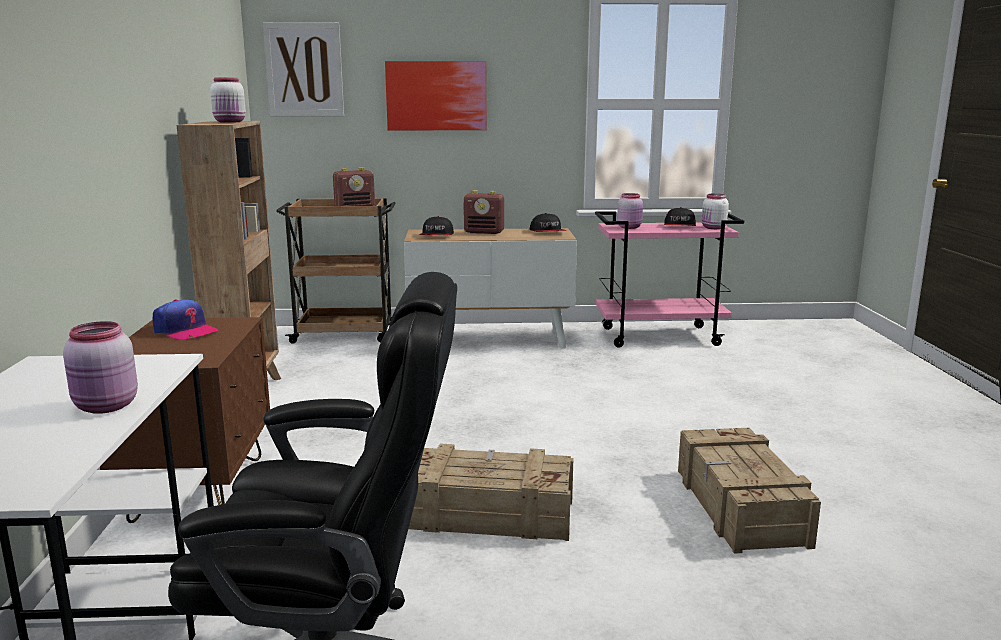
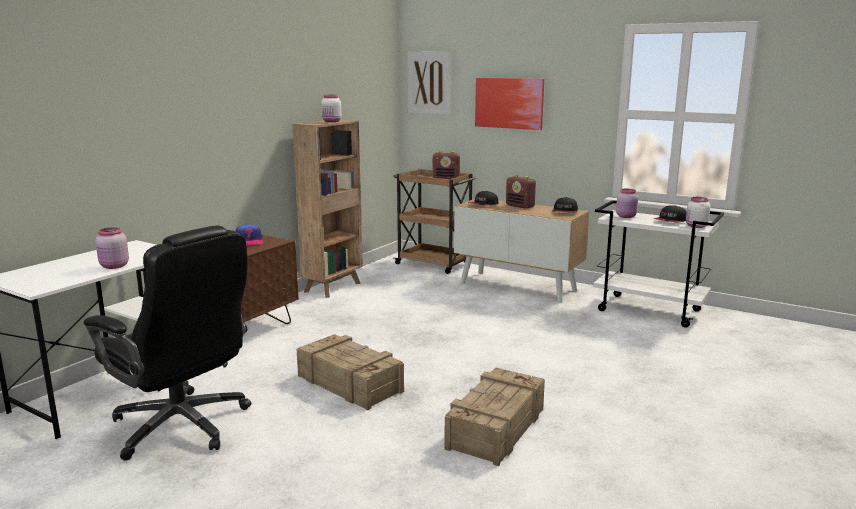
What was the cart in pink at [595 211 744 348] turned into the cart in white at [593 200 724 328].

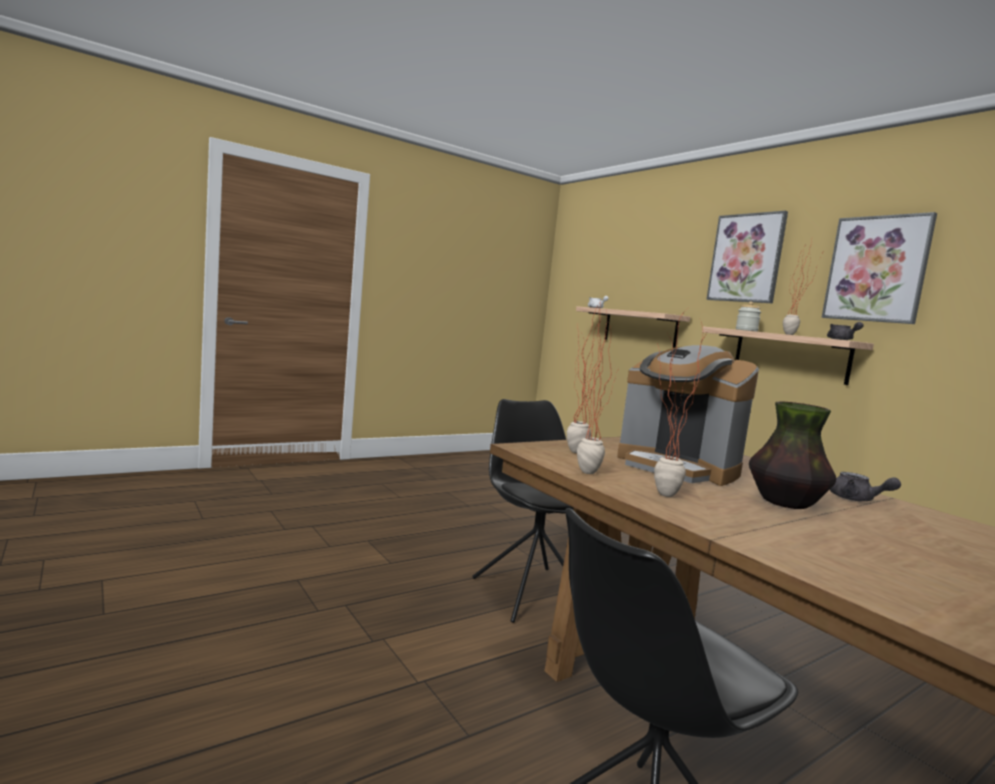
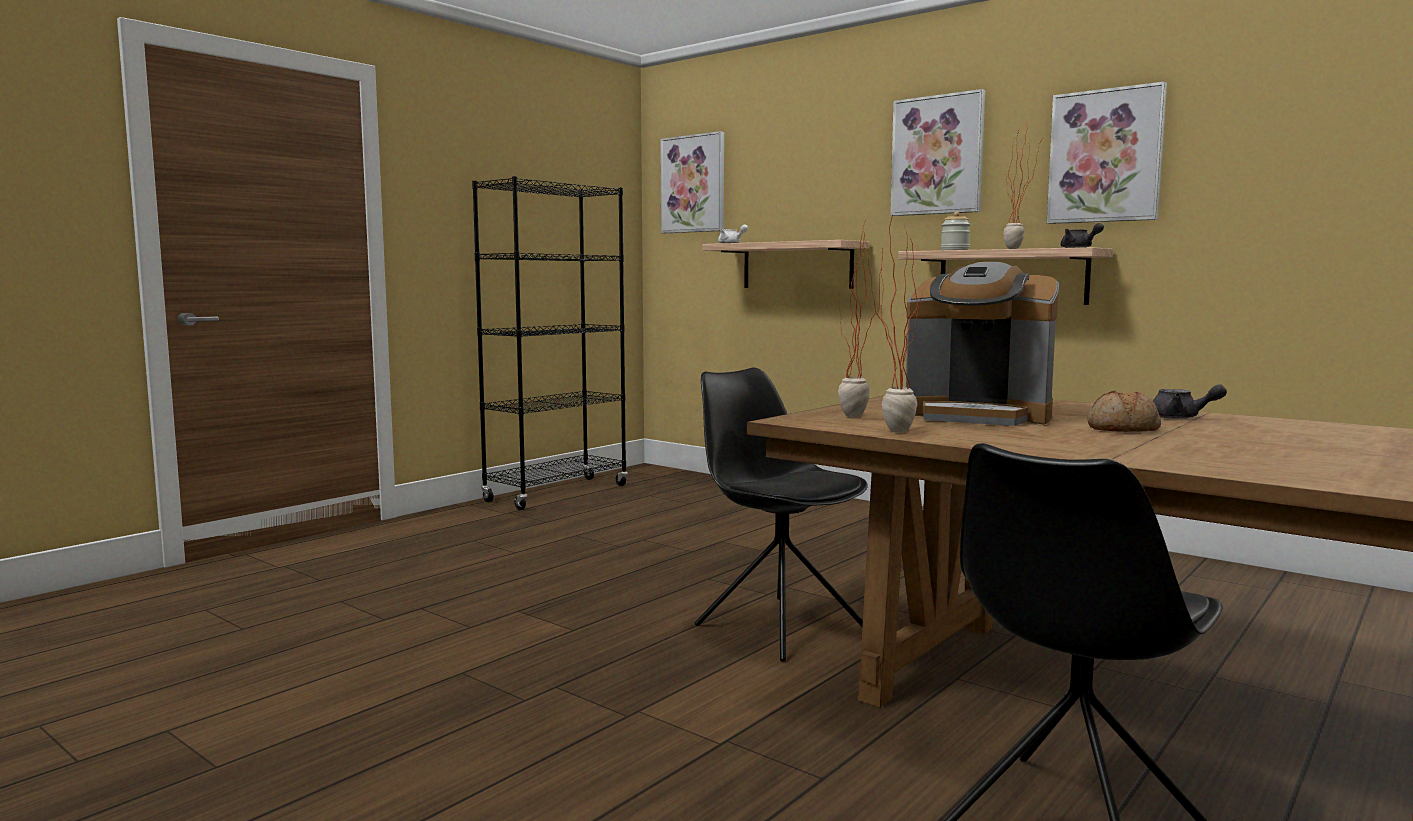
The second view lost the potted plant at [654 309 707 497].
The second view gained the bookcase in black at [472 176 628 510].
The second view gained the picture at [660 131 724 233].
Where the vase stood at [749 401 836 509], the bread came to stand at [1088 391 1161 432].

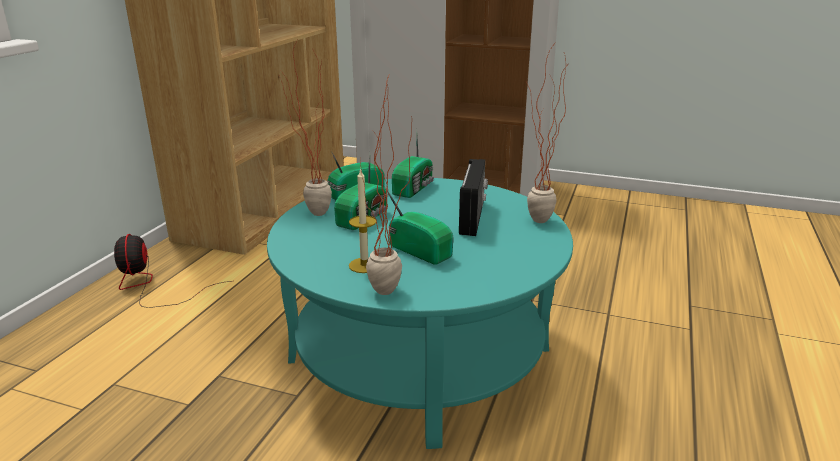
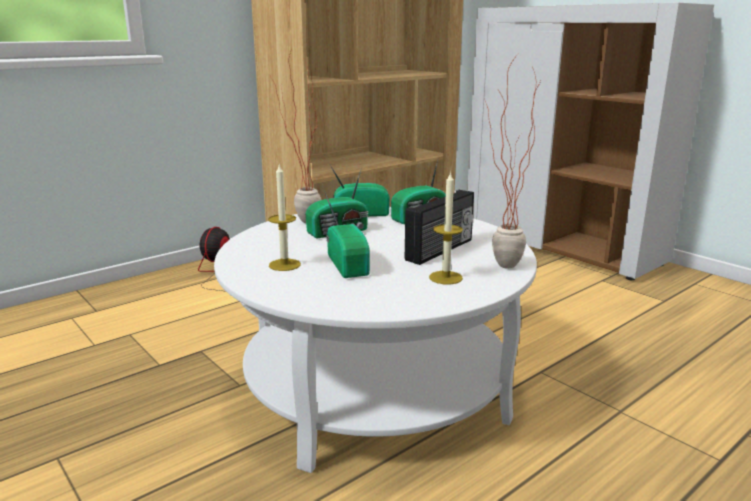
The second view lost the potted plant at [360 75 412 295].
The second view gained the candle at [429 171 463 284].
What was the coffee table in turquoise at [267 178 573 449] turned into the coffee table in white at [214 207 537 473].

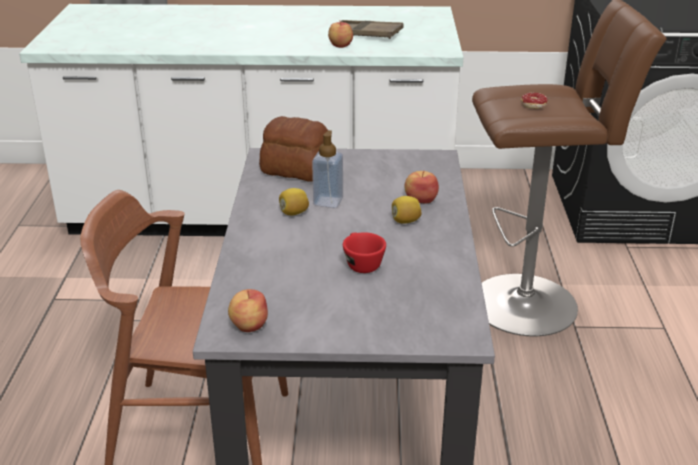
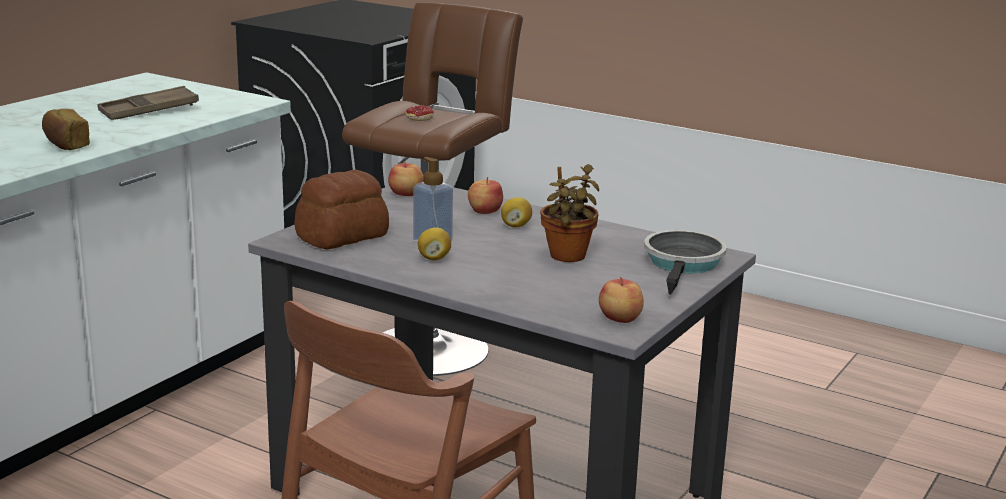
The second view gained the bread at [42 109 90 150].
The second view gained the frying pan at [644 230 727 295].
The apple ended up elsewhere, having gone from [328 20 353 48] to [388 161 424 196].
Where the cup in red stood at [343 232 386 273], the potted plant came to stand at [540 164 599 262].

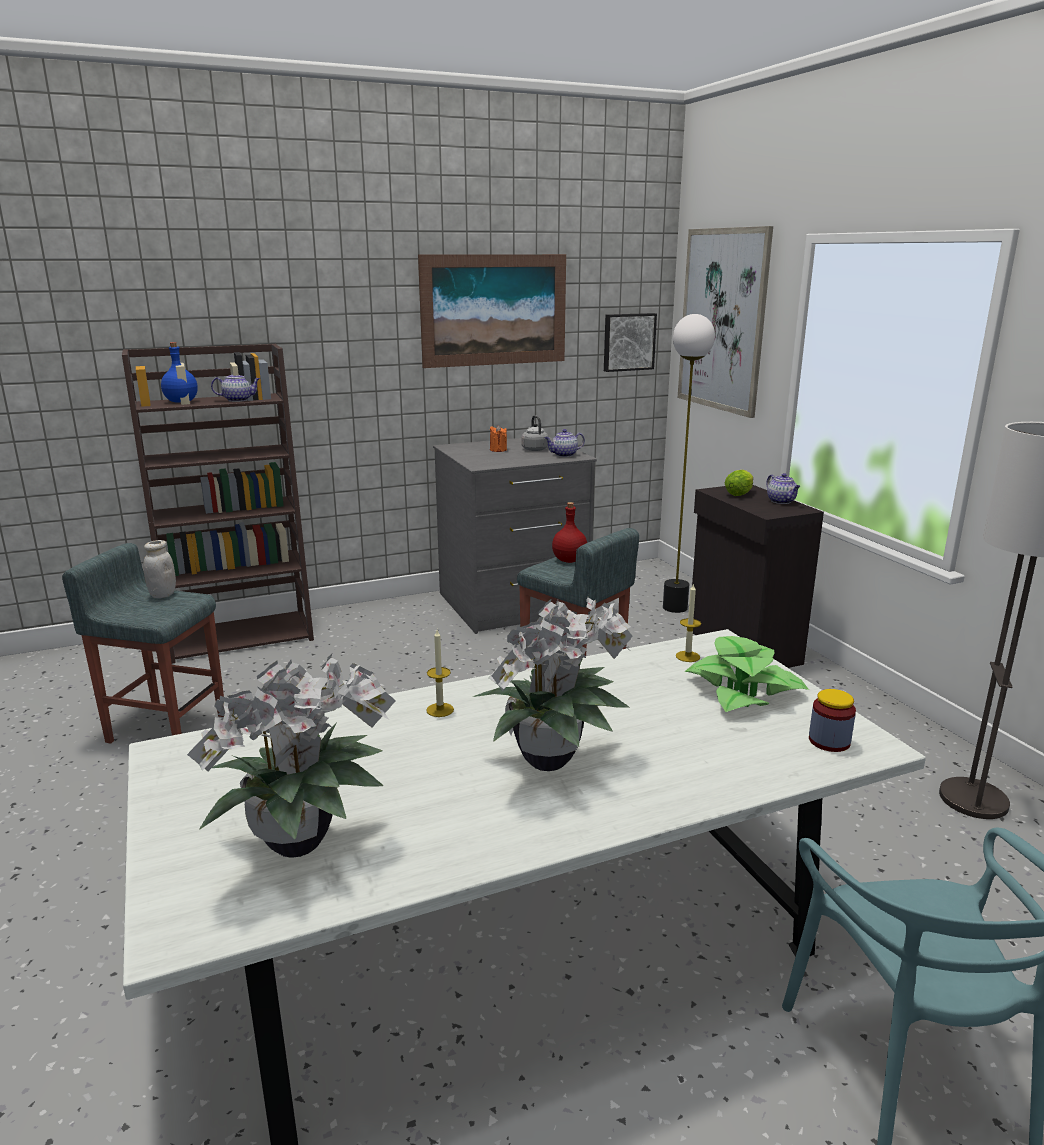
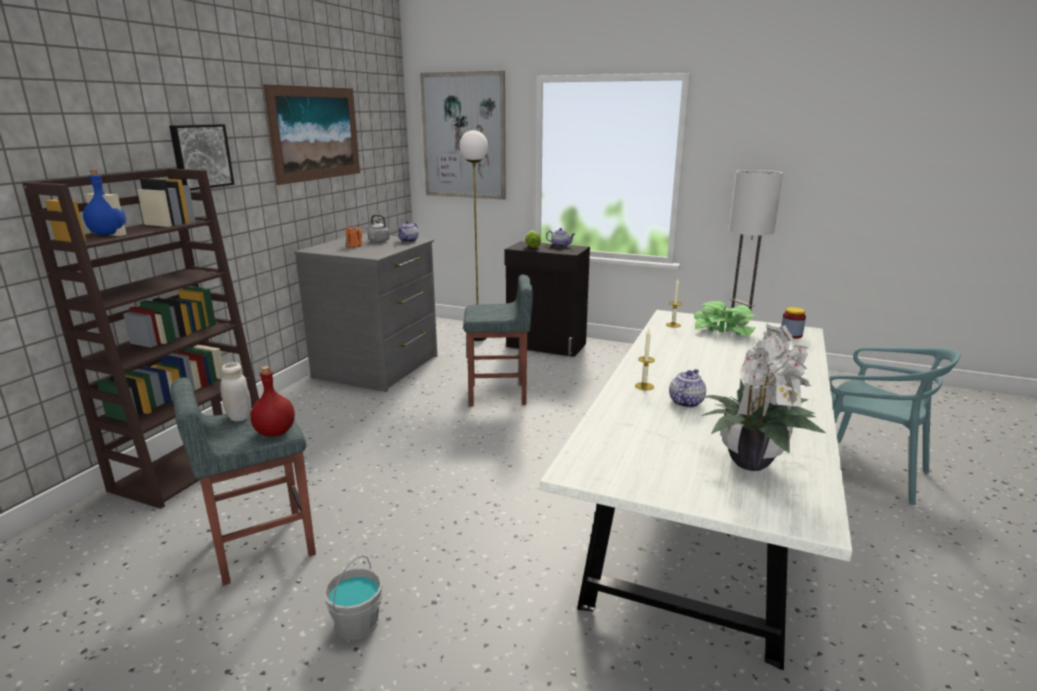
The second view lost the potted plant at [473 595 632 771].
The second view gained the bucket in grey at [323 556 383 640].
The teapot ended up elsewhere, having gone from [211 372 261 402] to [669 369 706 408].
The bottle in red ended up elsewhere, having gone from [552 502 587 563] to [250 366 295 436].
The picture ended up elsewhere, having gone from [604 313 657 372] to [169 124 234 191].

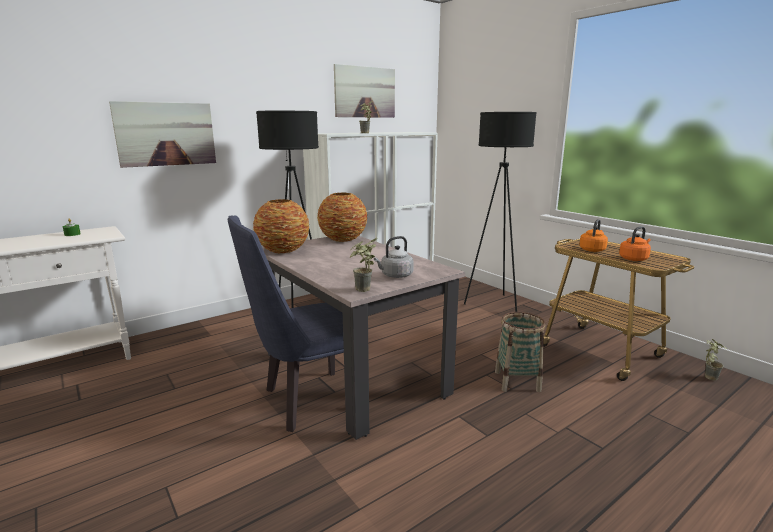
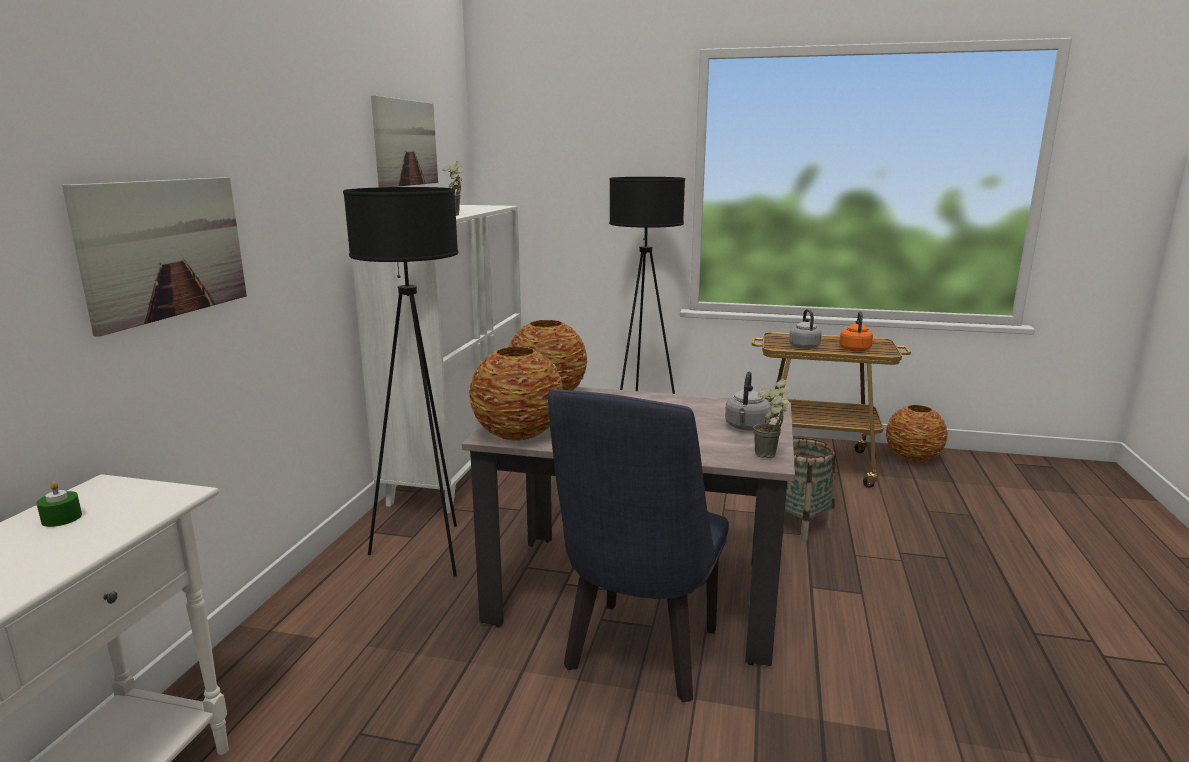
Where the potted plant stood at [705 339 727 380], the vase came to stand at [886 405 948 462].
What was the kettle in orange at [579 219 608 252] turned into the kettle in grey at [789 309 822 349].

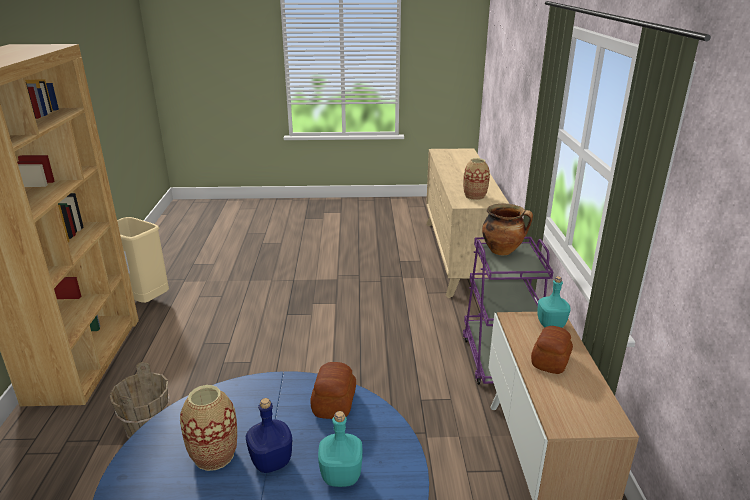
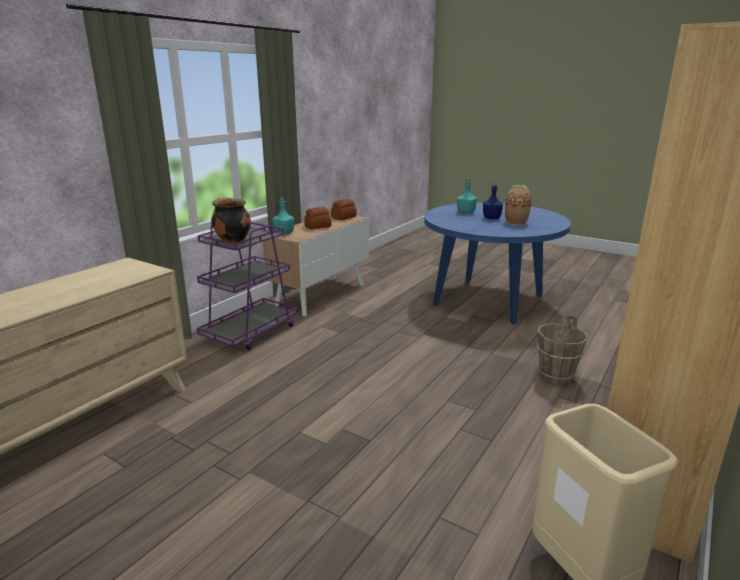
The second view lost the vase at [463 158 490 200].
The bread ended up elsewhere, having gone from [310 362 356 419] to [331 199 357 220].

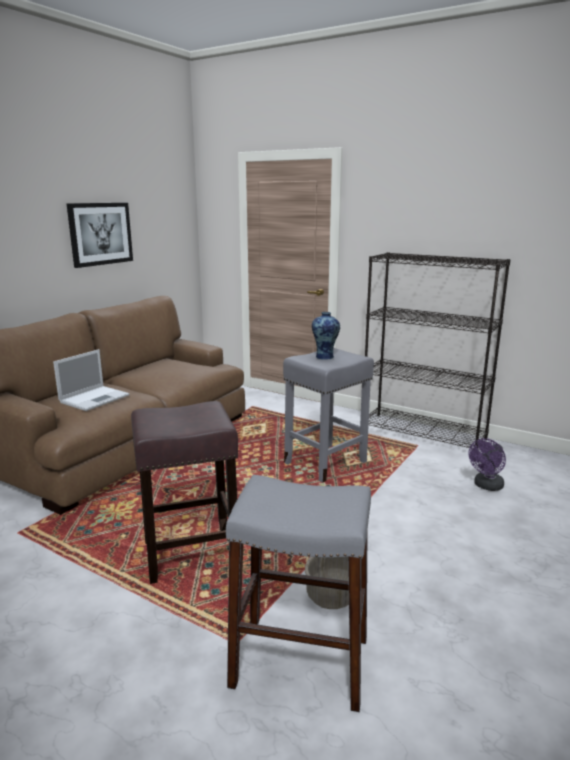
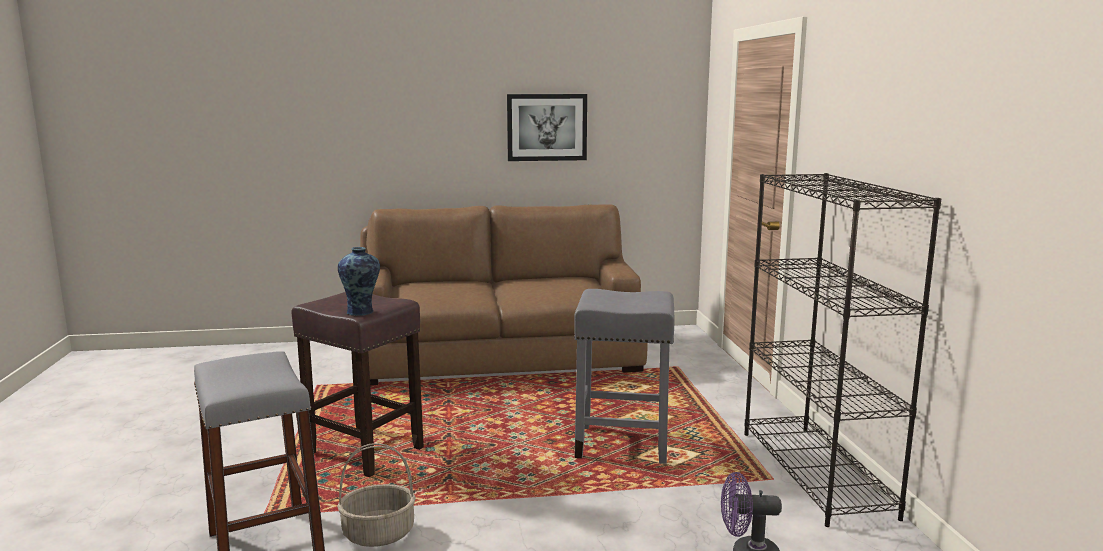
The second view lost the laptop at [53 349 129 411].
The vase ended up elsewhere, having gone from [312 312 340 360] to [338 247 380 316].

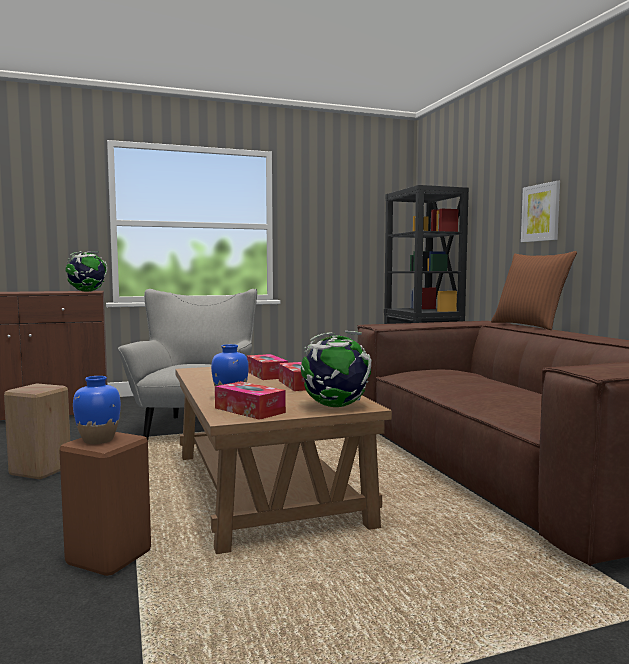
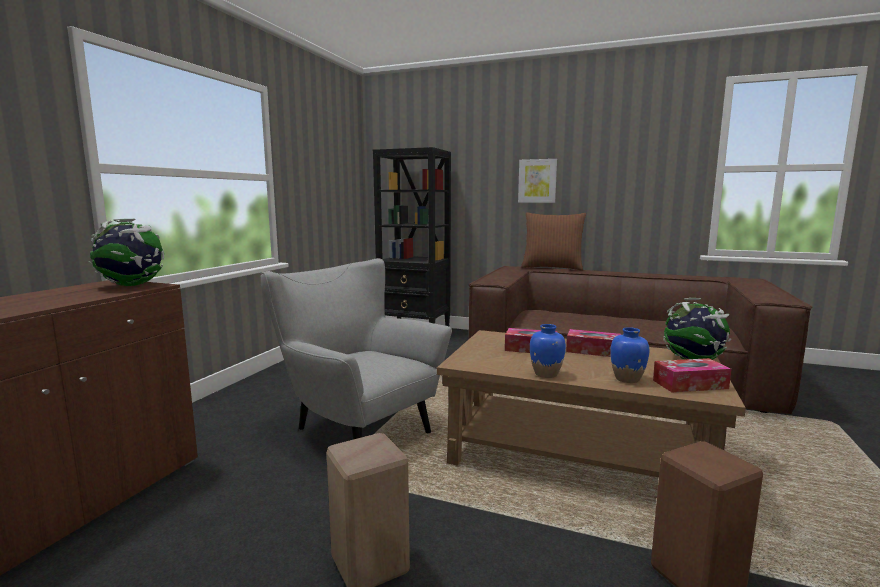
The vase in blue ended up elsewhere, having gone from [73 376 121 444] to [530 324 566 378].

